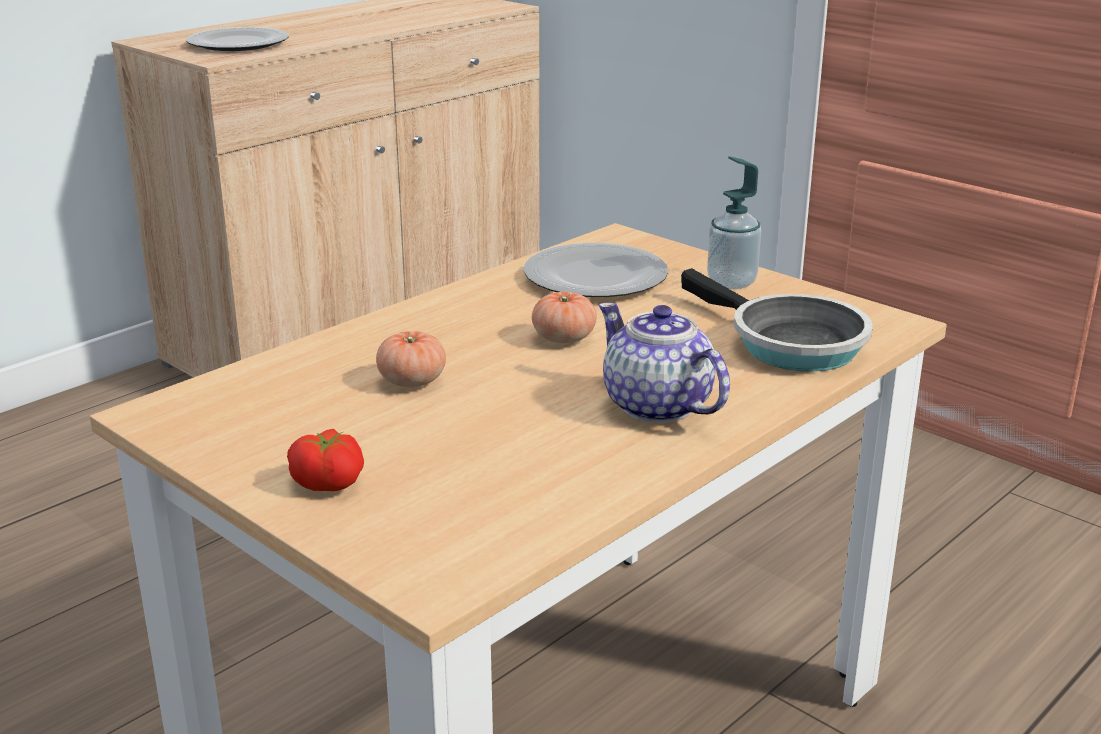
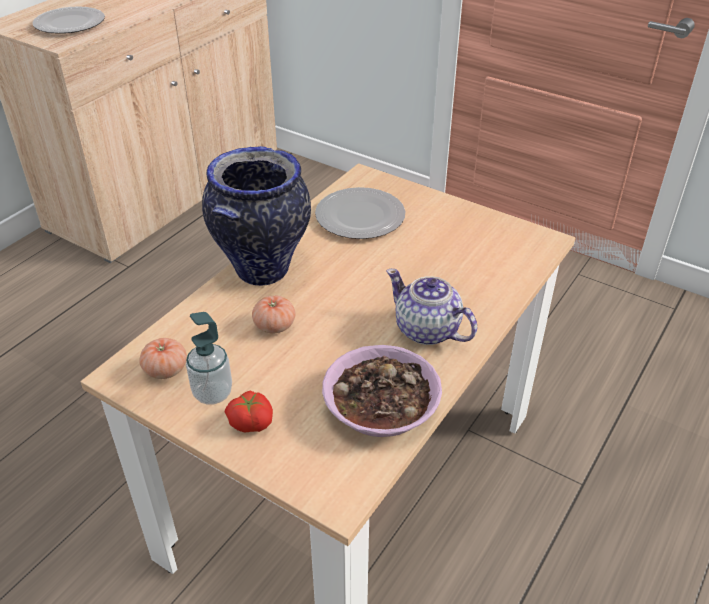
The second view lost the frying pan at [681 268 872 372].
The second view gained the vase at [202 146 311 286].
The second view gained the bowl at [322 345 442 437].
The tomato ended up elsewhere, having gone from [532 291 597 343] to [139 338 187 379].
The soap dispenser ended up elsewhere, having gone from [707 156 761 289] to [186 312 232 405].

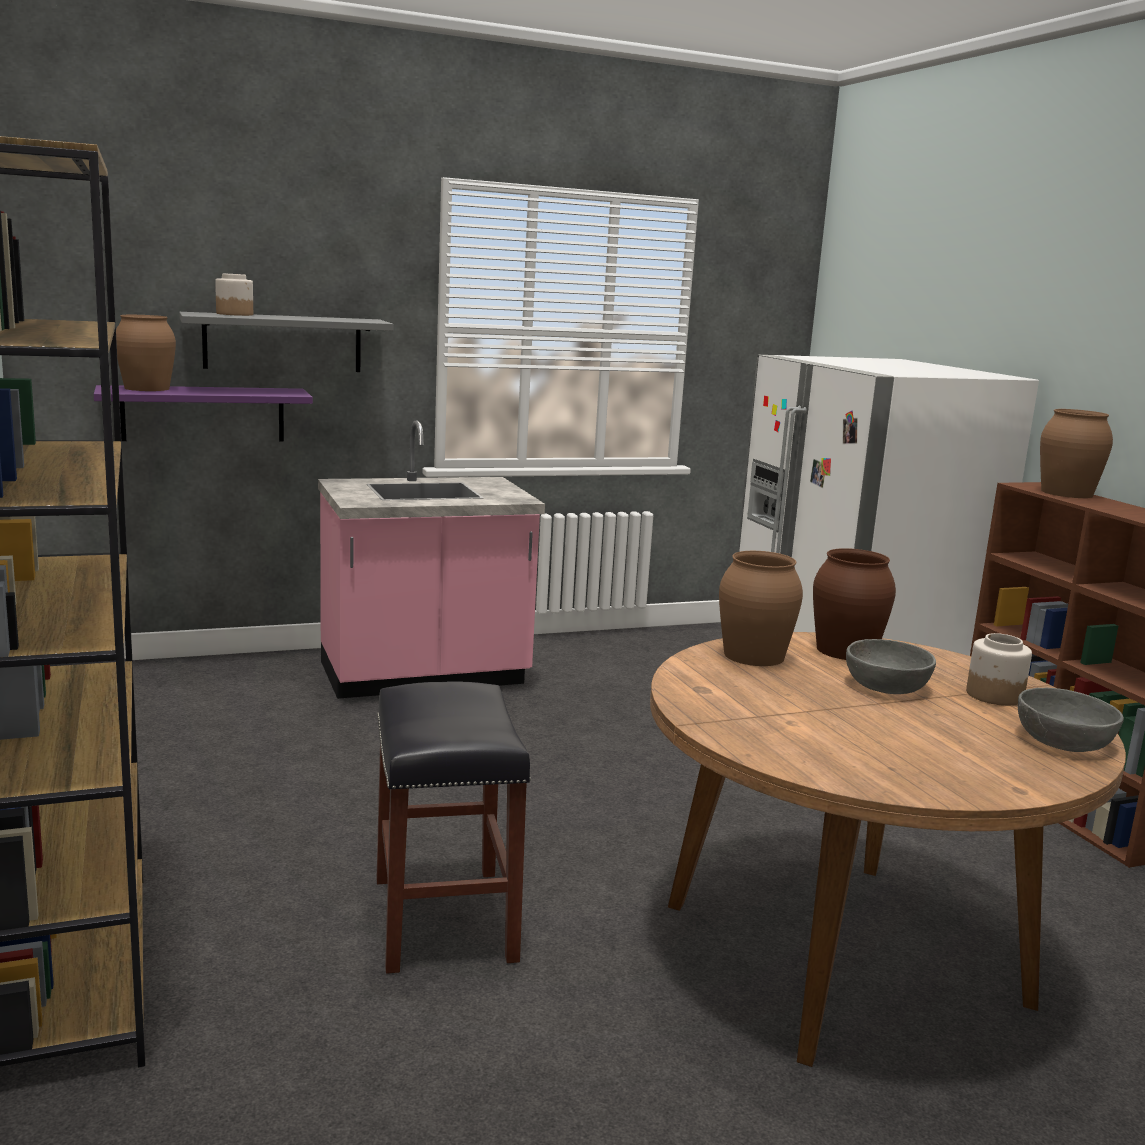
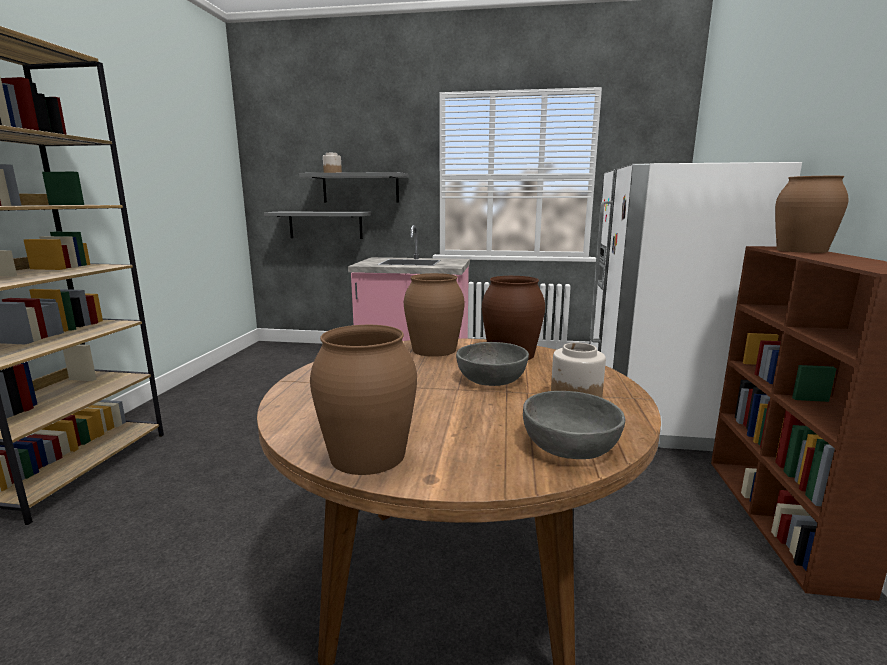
The second view lost the stool in black at [376 681 531 974].
The vase in brown ended up elsewhere, having gone from [116 315 176 391] to [310 325 417 475].
What was the shelf in purple at [94 385 313 441] turned into the shelf in grey at [264 212 371 239].

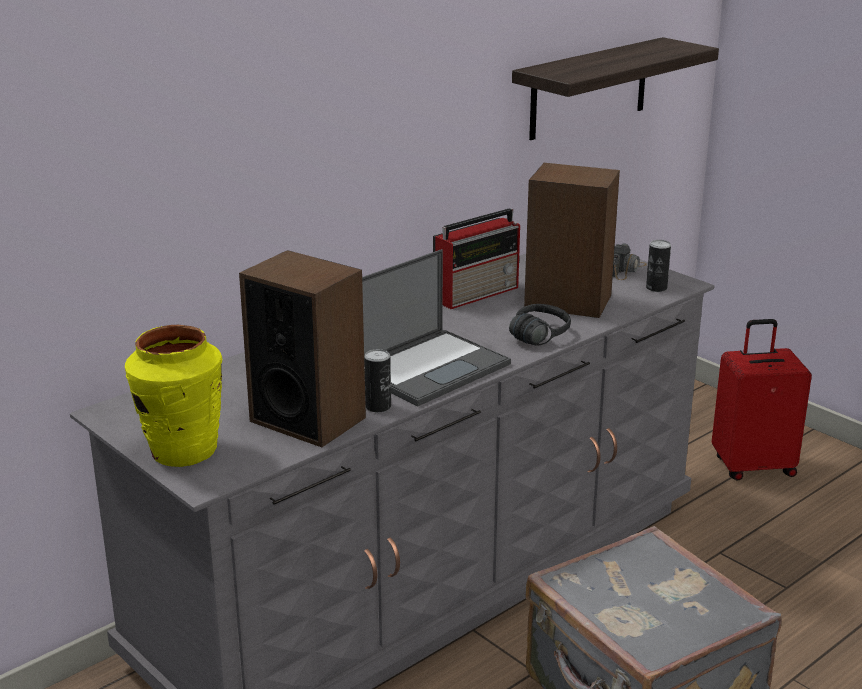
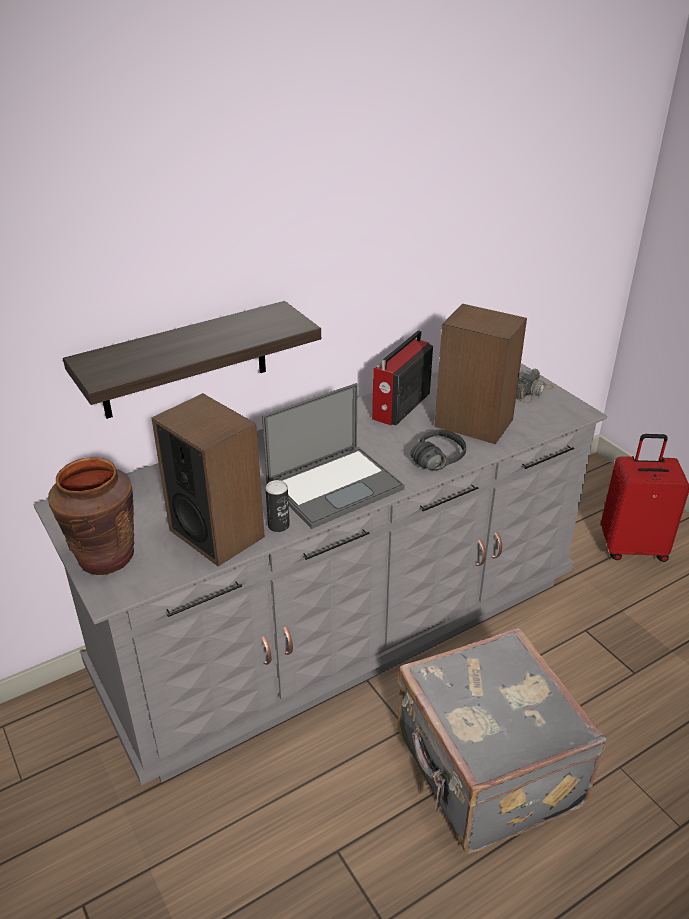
The second view lost the can at [646 240 671 292].
The shelf ended up elsewhere, having gone from [512 37 719 140] to [63 301 321 419].
What was the vase in yellow at [125 325 222 467] turned into the vase in brown at [48 457 134 575].
The radio at [433 208 520 309] ended up facing another way, 150 degrees clockwise from before.

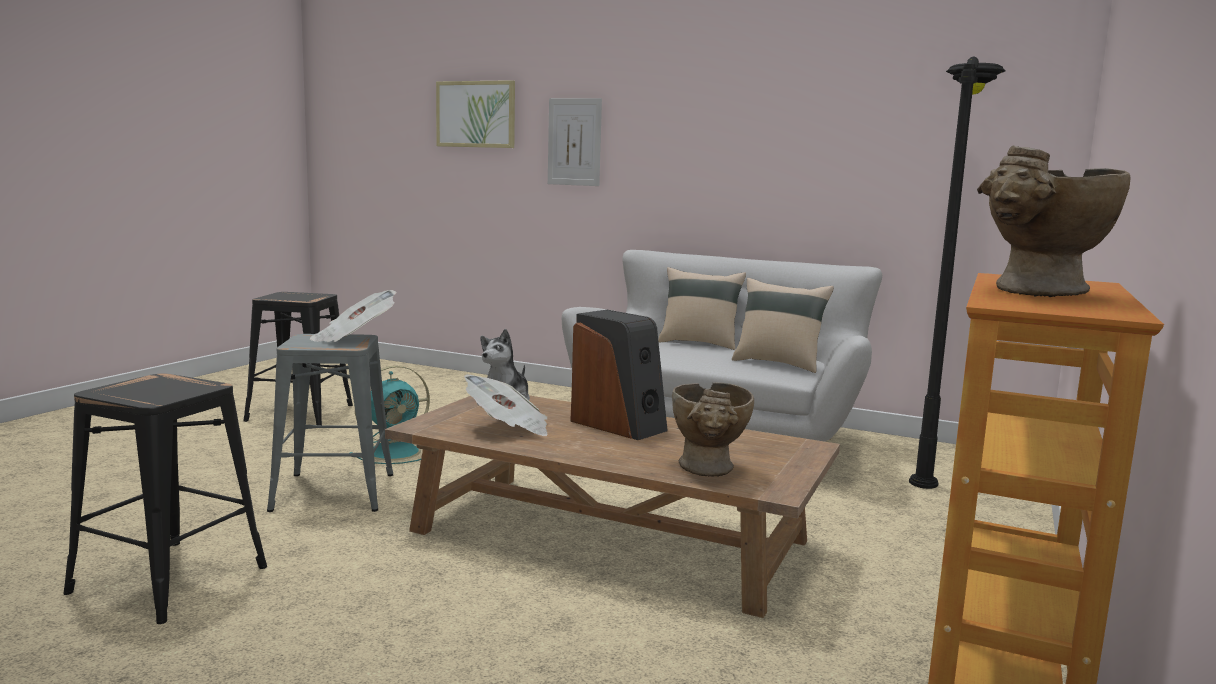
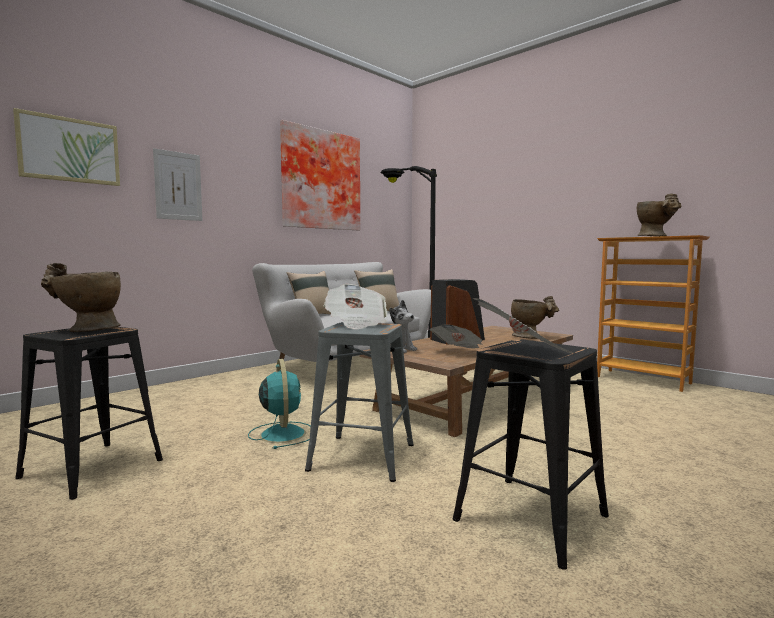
The second view gained the vase in beige at [41 263 121 332].
The second view gained the picture at [280 120 360 230].
The second view gained the newspaper at [473 298 574 353].

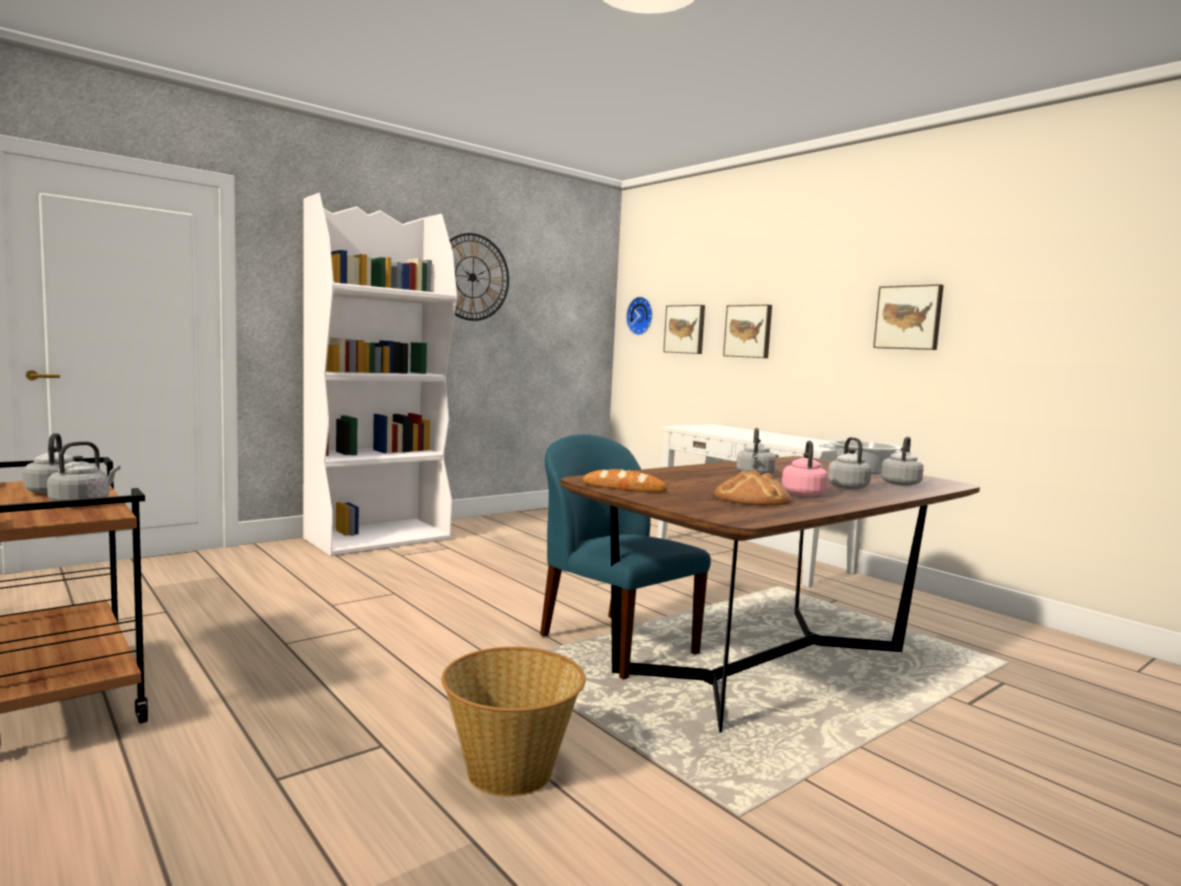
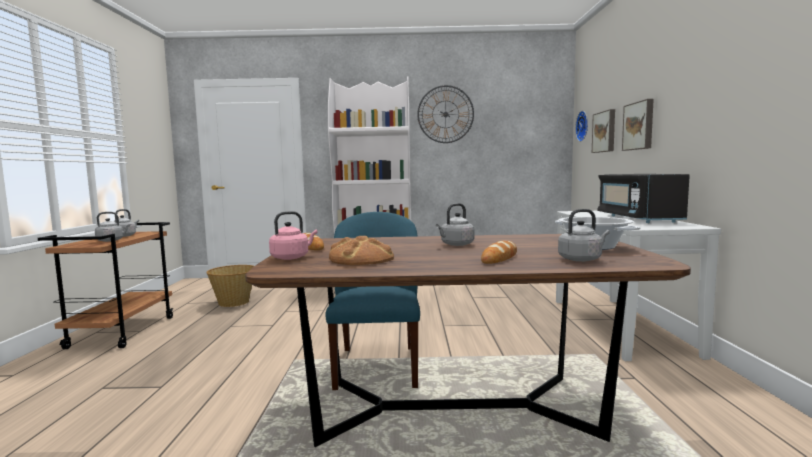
The second view lost the picture at [873 284 944 350].
The second view gained the microwave in black at [597 174 690 223].
The basket ended up elsewhere, having gone from [442 647 586 797] to [206 265 254 307].
The kettle in pink ended up elsewhere, having gone from [782 441 828 496] to [269 211 317 260].
Where the kettle in grey stood at [828 437 871 489], the bread came to stand at [481 241 517 264].

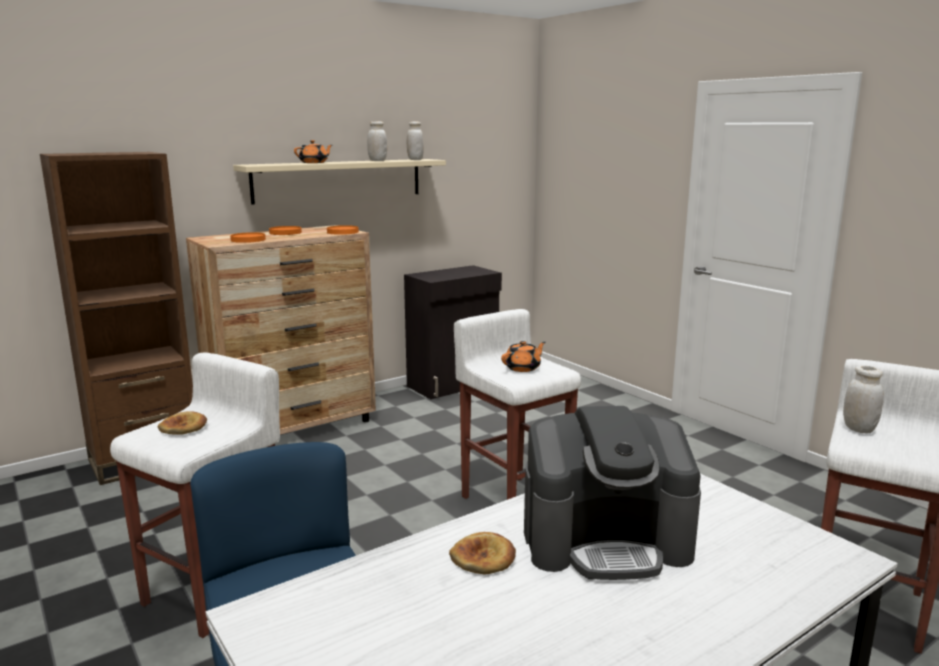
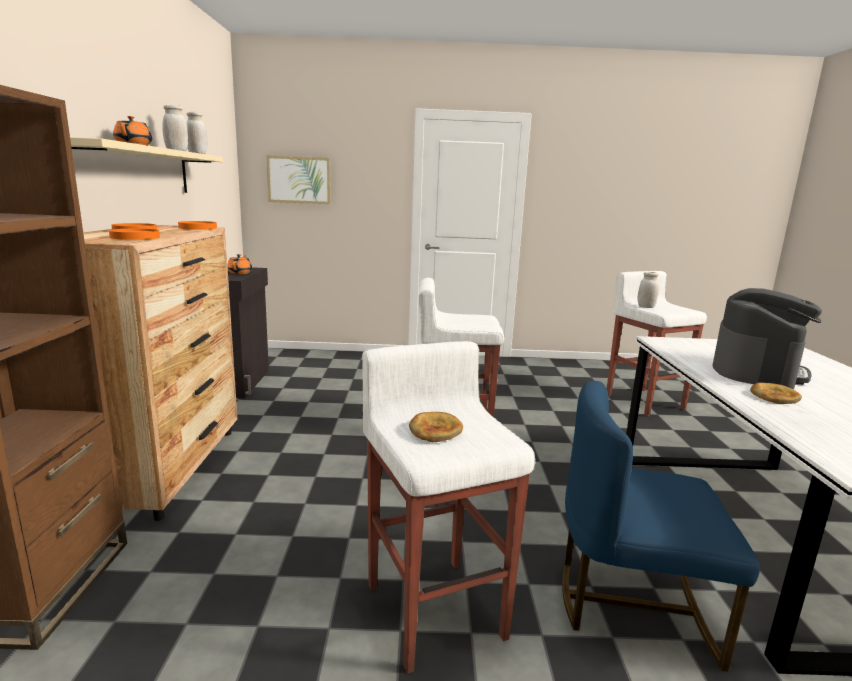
The second view gained the picture at [266 155 331 204].
The teapot in orange ended up elsewhere, having gone from [501 341 546 372] to [227 254 252 274].

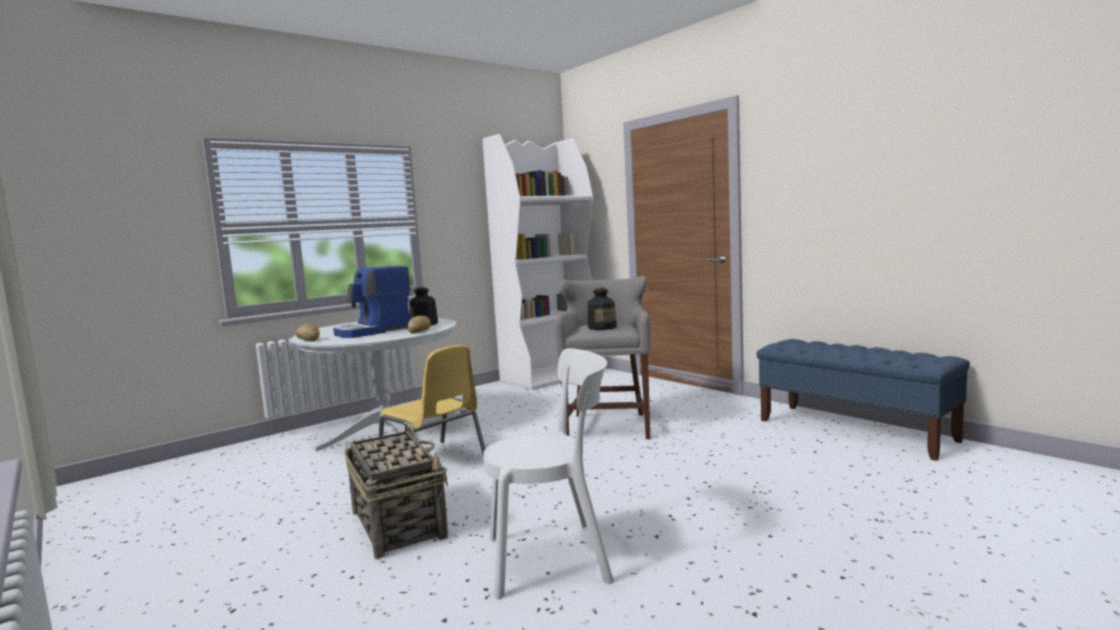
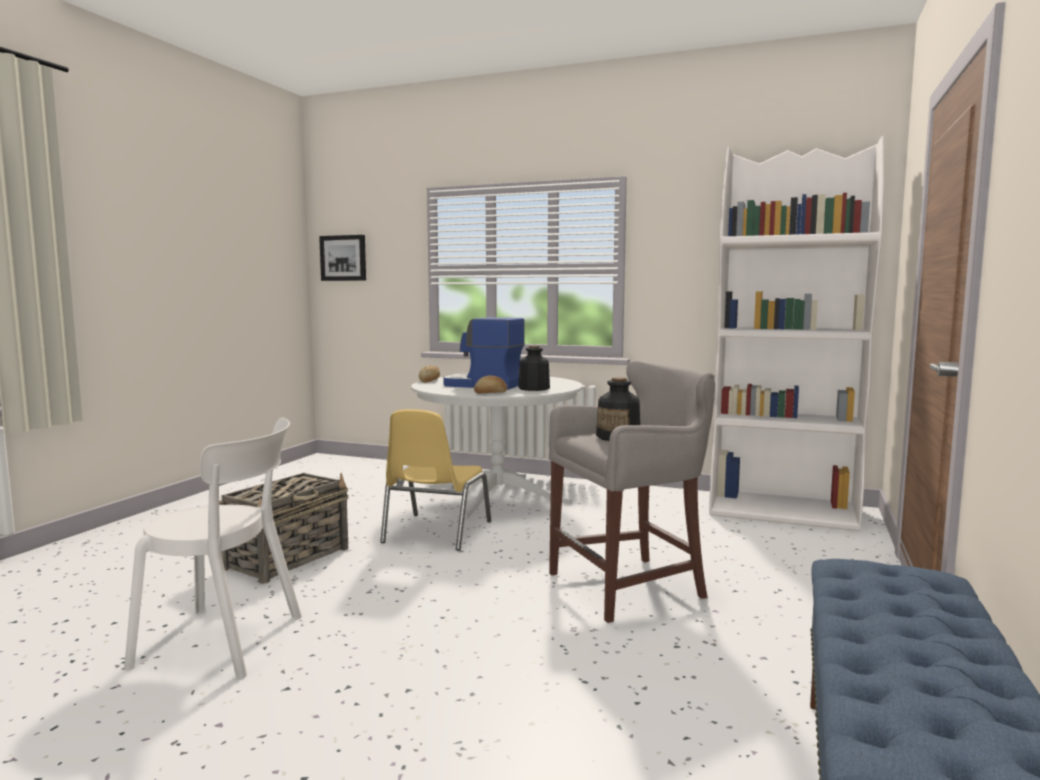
The second view gained the picture at [319 235 366 281].
The chair in white at [483 348 614 599] ended up facing another way, 45 degrees counterclockwise from before.

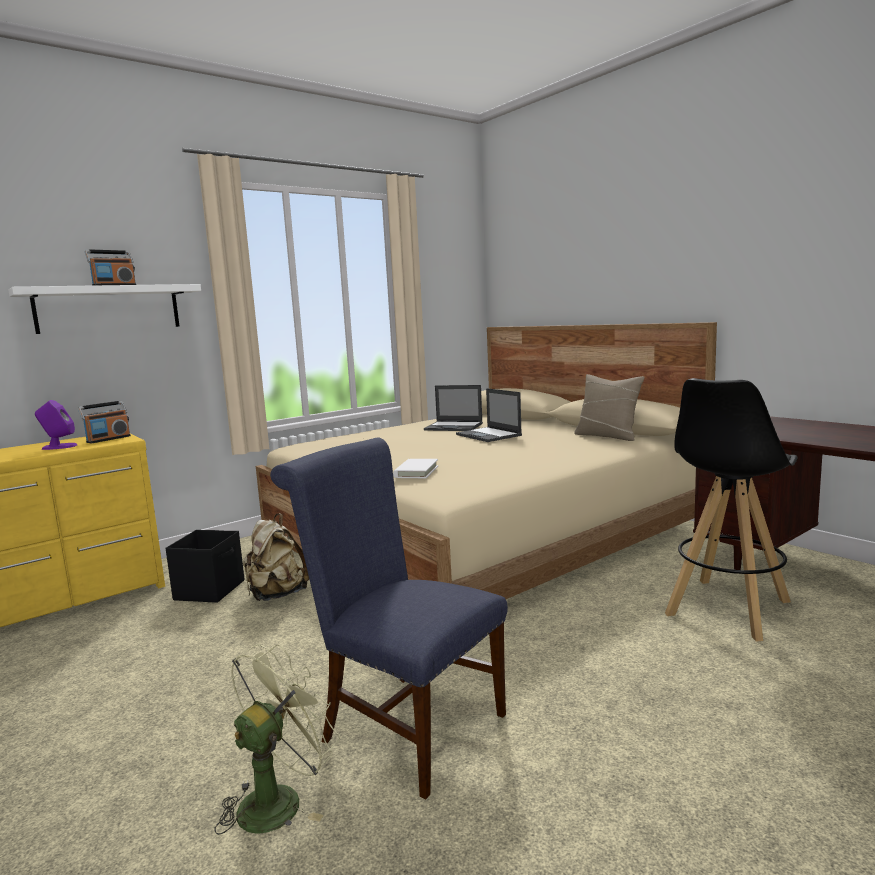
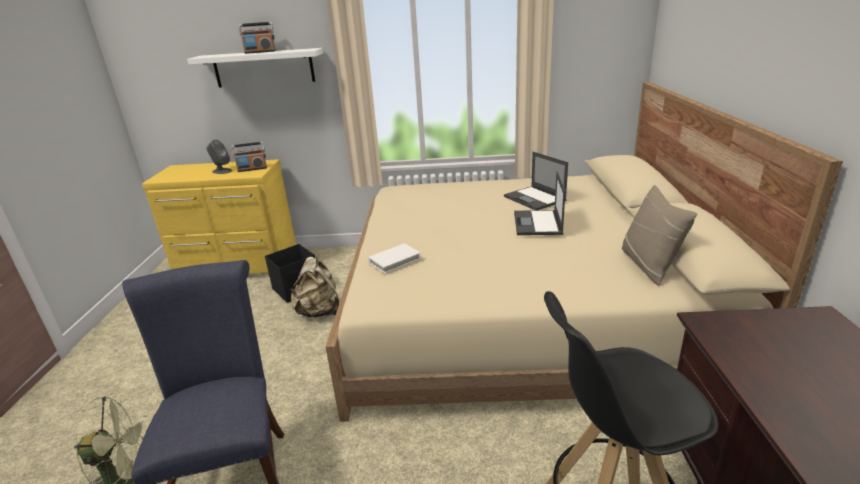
What was the speaker in purple at [35 400 77 450] turned into the speaker in grey at [207 140 232 174].

